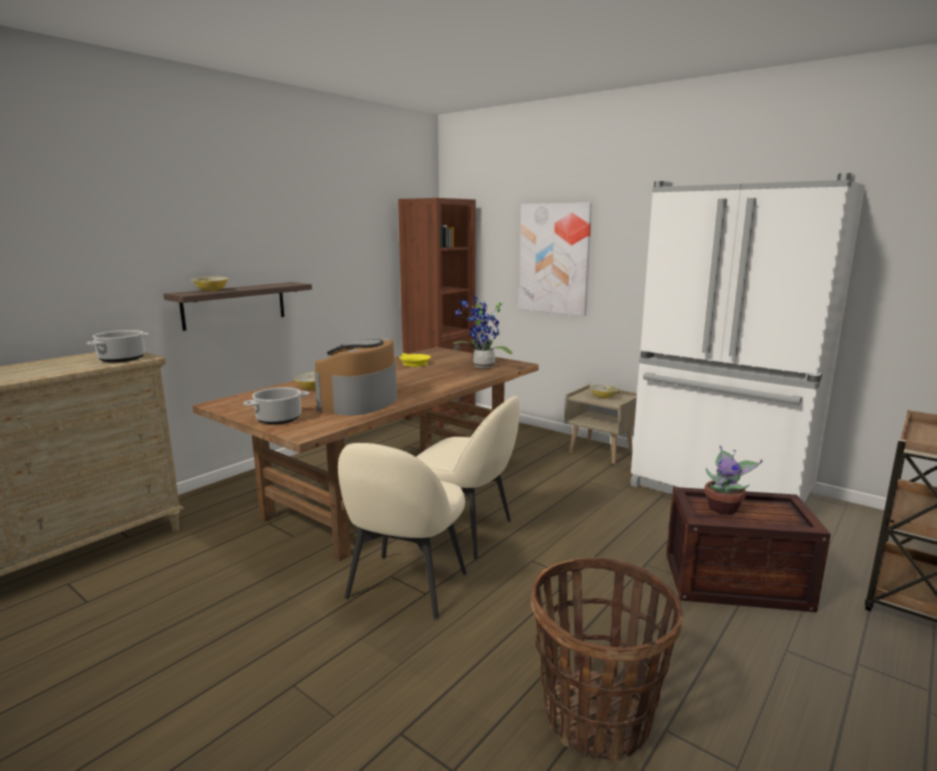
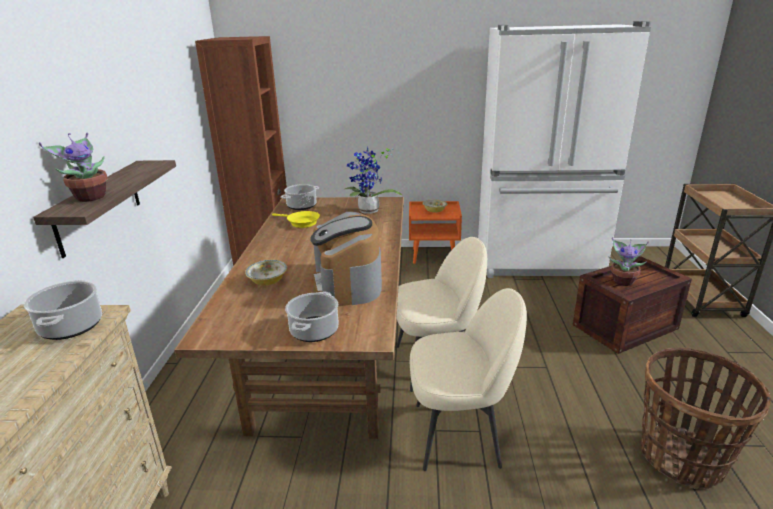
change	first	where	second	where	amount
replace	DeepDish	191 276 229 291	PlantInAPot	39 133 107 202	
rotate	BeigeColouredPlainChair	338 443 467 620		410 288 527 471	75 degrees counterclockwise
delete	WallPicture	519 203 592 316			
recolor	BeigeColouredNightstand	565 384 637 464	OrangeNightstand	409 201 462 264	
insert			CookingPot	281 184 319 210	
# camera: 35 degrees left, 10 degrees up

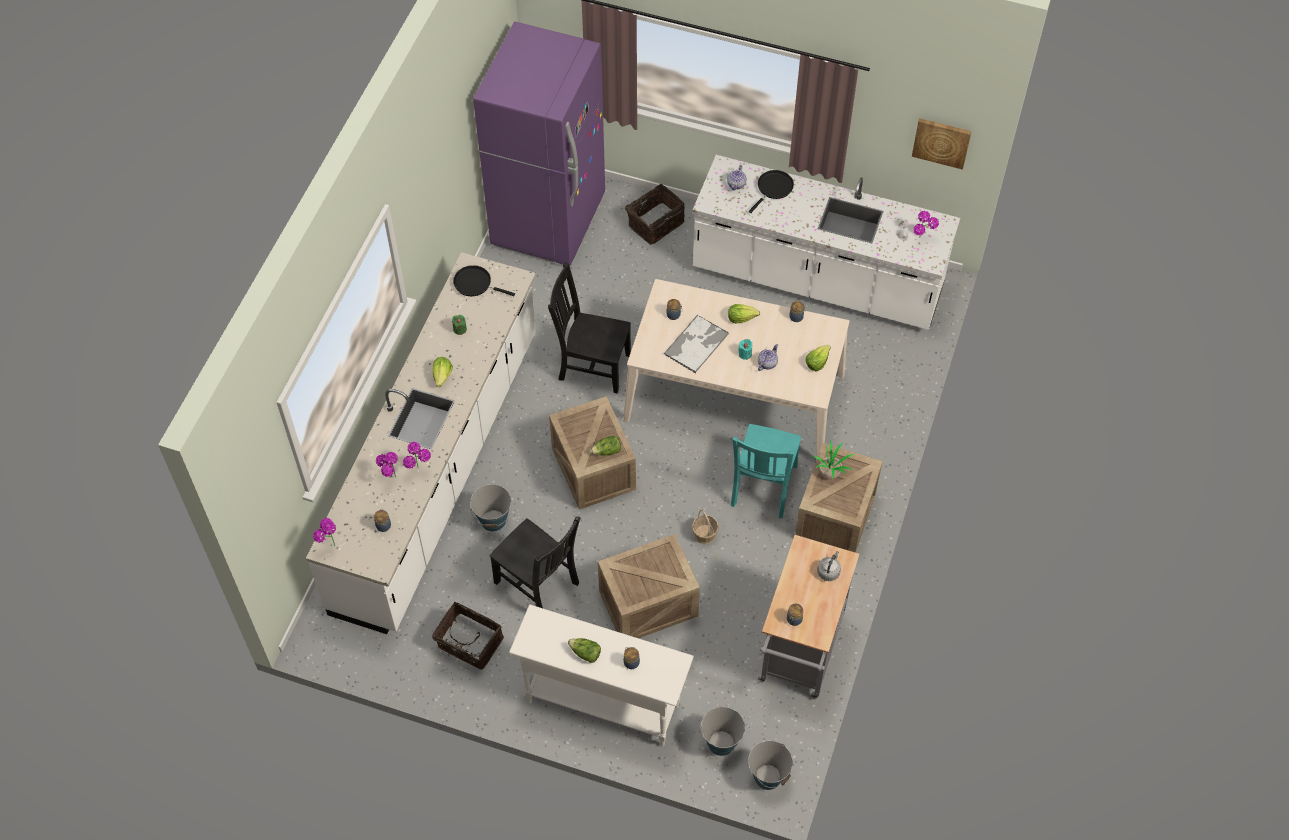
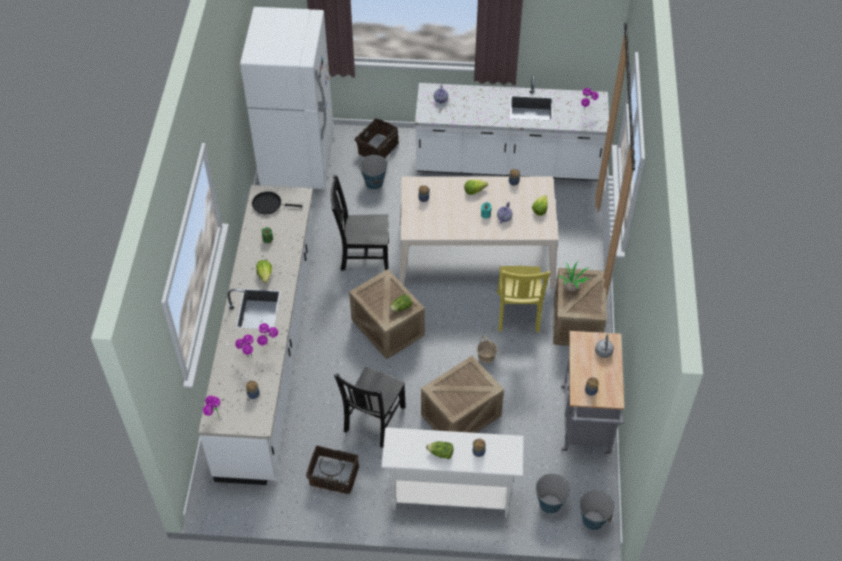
change	first	where	second	where	amount
move	Bucket	470 484 512 532		359 155 389 189	
recolor	PurpleFridge	473 22 605 266	WhiteColouredFridge	240 7 334 189	
rotate	BlackColouredPlainChair	490 517 580 608		334 367 406 447	90 degrees clockwise
delete	ServingTray	664 314 729 374			
recolor	BlueGreenPlainChair	731 424 801 518	YellowColouredPlainChair	497 266 550 332	
delete	BlackColouredPan	749 170 794 213			
delete	WallPicture	912 118 972 170			
# camera: 15 degrees left, 5 degrees down

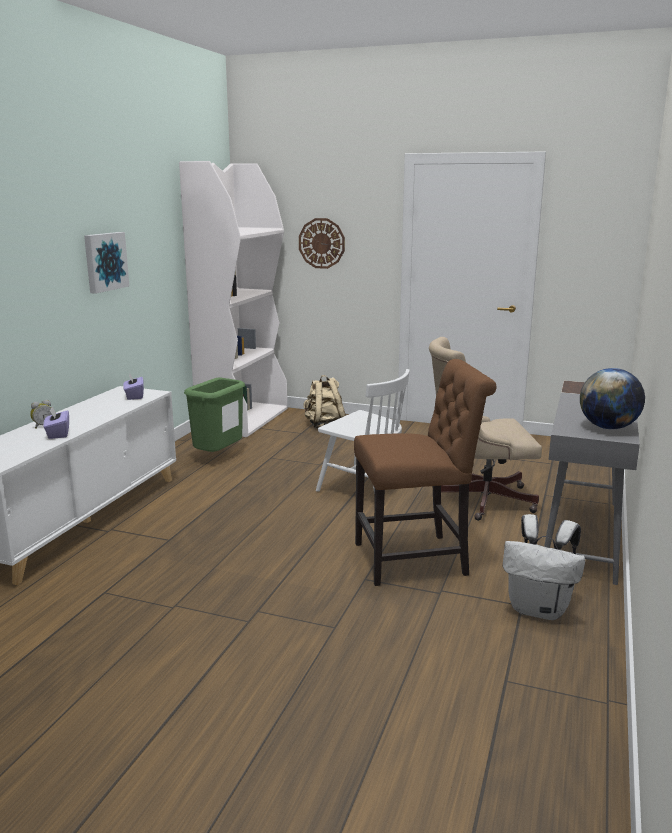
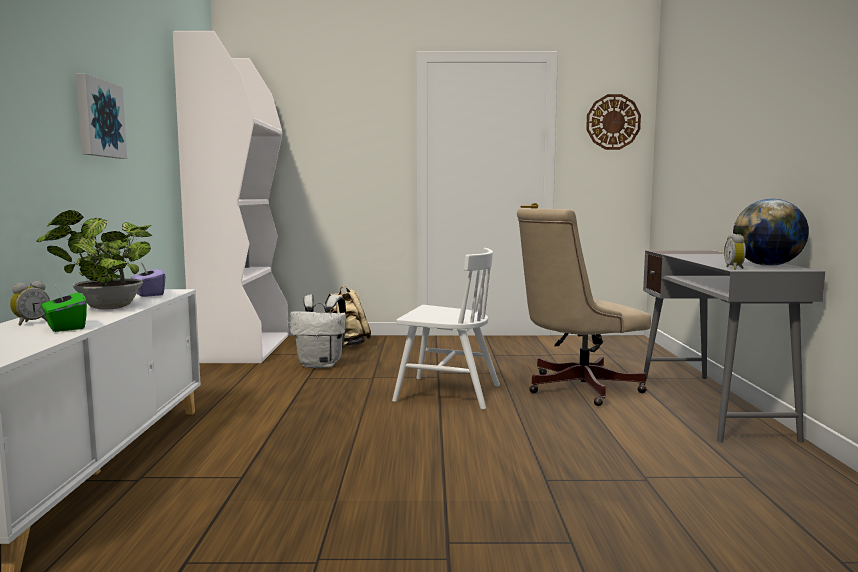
change	first	where	second	where	amount
recolor	PurpleBoxOfTissues	43 406 69 439	GreenColouredBoxOfTissues	41 285 87 332	
delete	GreenColouredTrashCan	184 378 245 452			
move	HangingClock	299 218 345 269		586 94 641 150	
delete	BrownPlainChair	354 359 497 586			
move	WhiteColouredRucksack	503 514 585 620		290 295 346 368	
insert			PlantInAPot	36 210 152 310	
insert			TableClock	724 234 746 270	
# camera: 20 degrees left, 10 degrees down

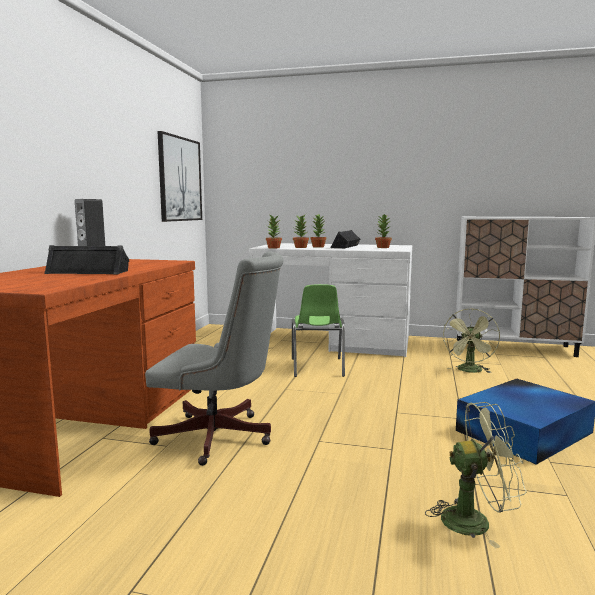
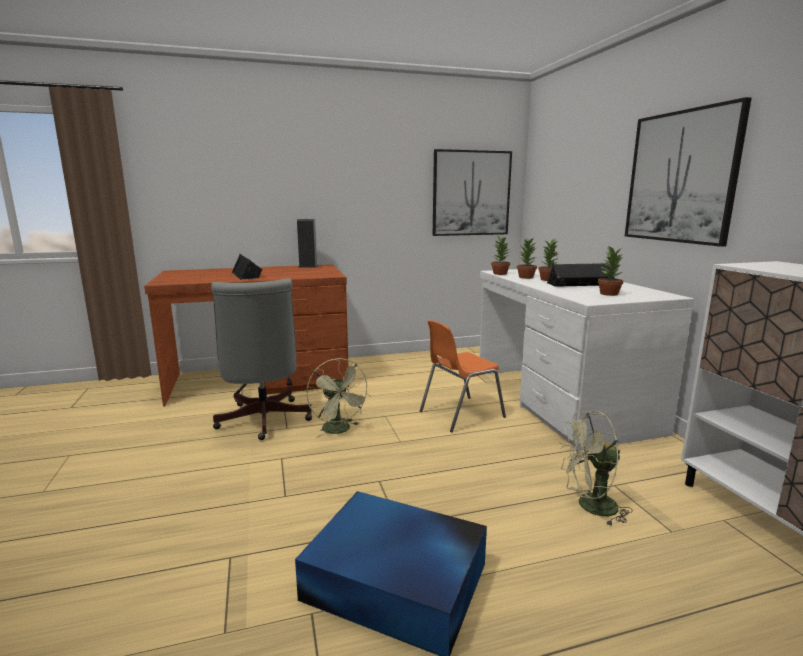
change	first	where	second	where	amount
recolor	GreenColouredPlainChair	292 284 345 377	OrangePlainChair	420 320 506 432	
move	GreenColouredElectricFan	425 402 527 549		307 358 371 438	
insert			WallPicture	625 97 752 247	
# camera: 60 degrees right, 5 degrees up

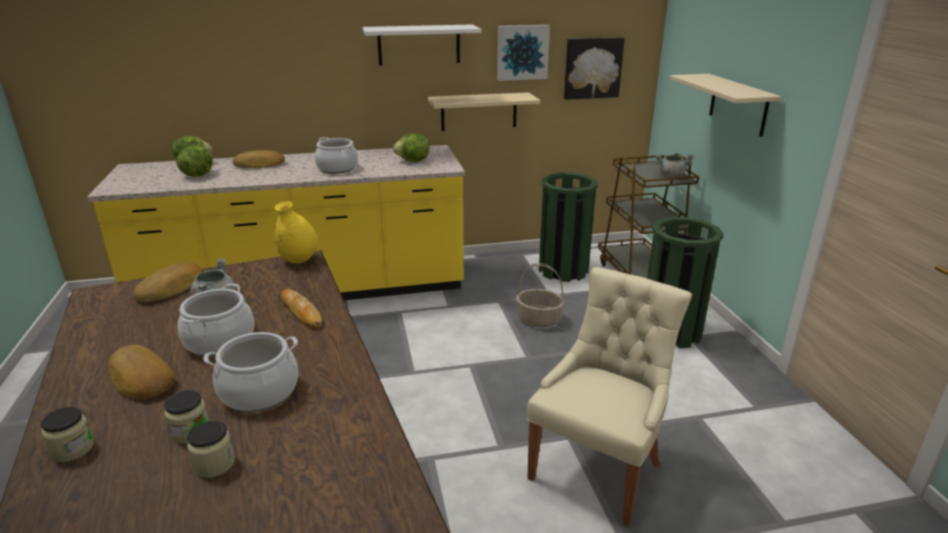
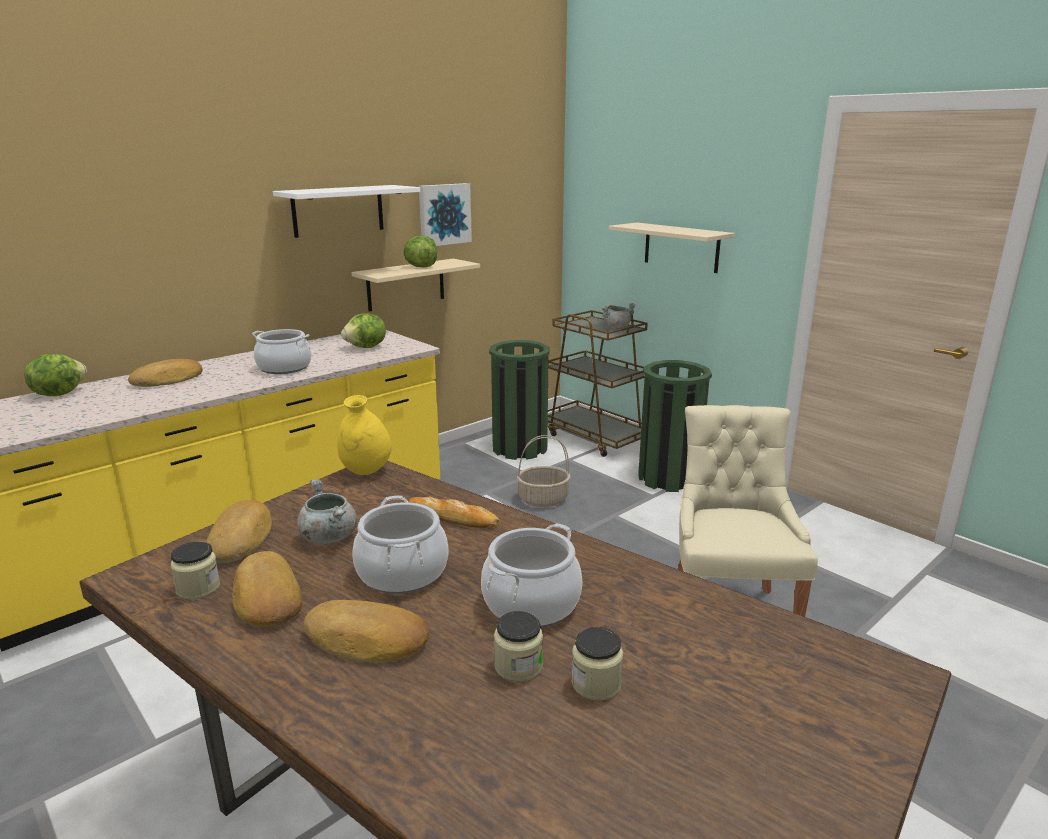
change	first	where	second	where	amount
move	StorageJar	41 407 94 462		170 541 220 600	
move	HeadOfLettuce	176 146 213 177		403 236 437 268	
delete	WallPicture	564 37 625 100			
insert			BakedBread	232 551 303 627	
# camera: 30 degrees left, 5 degrees down

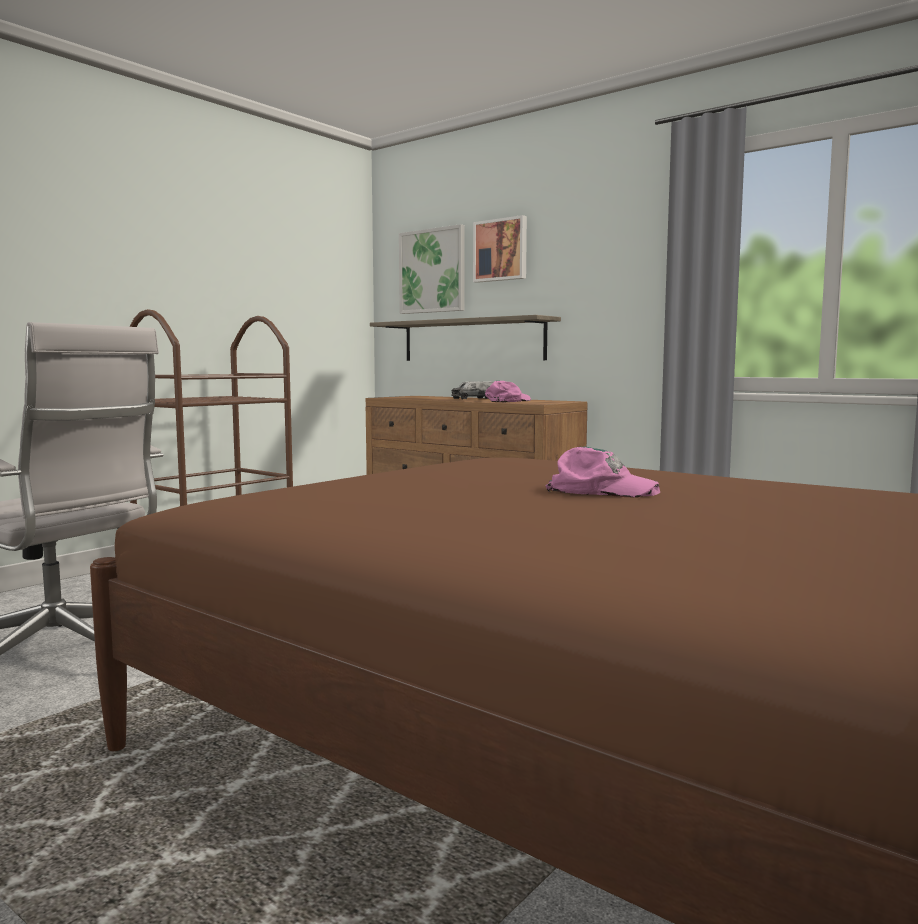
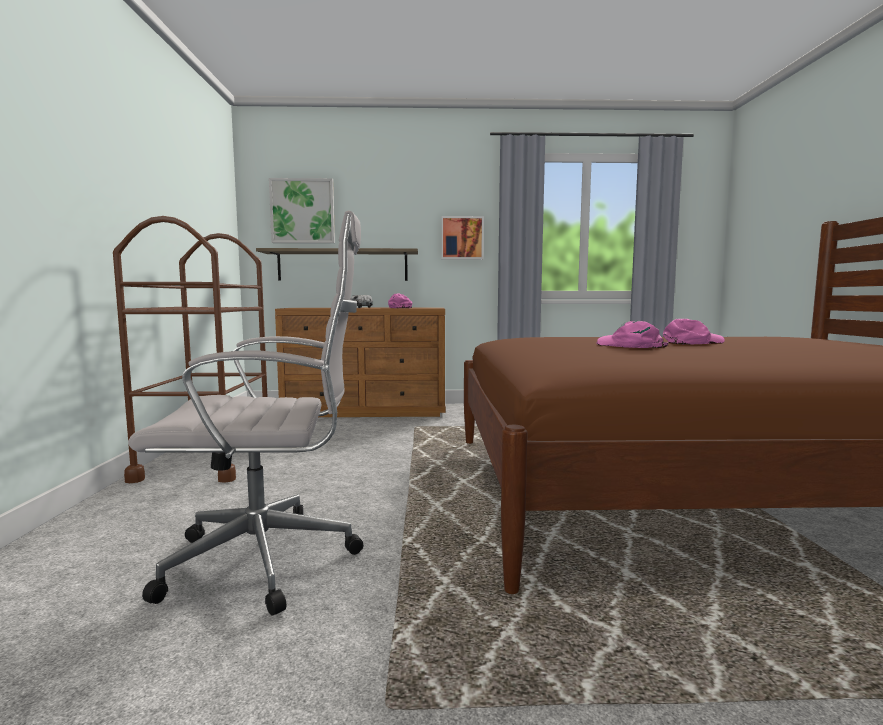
change	first	where	second	where	amount
move	WallPicture	473 215 527 283		441 216 484 260	
insert			PinkishCap	596 321 669 348	
# camera: 40 degrees left, 0 degrees up

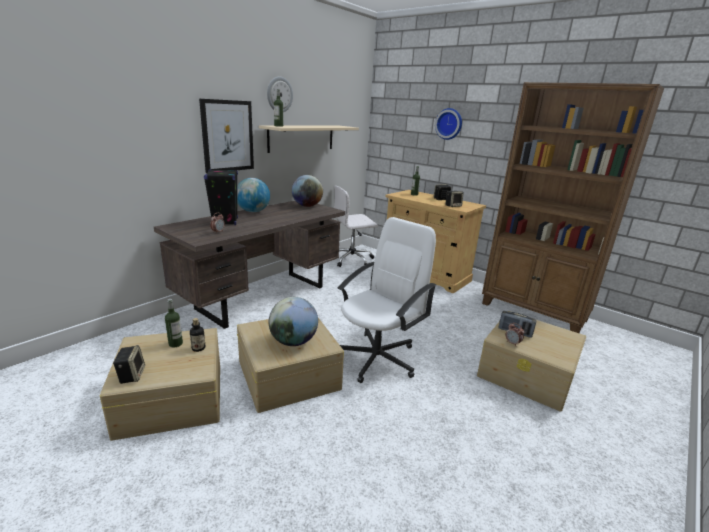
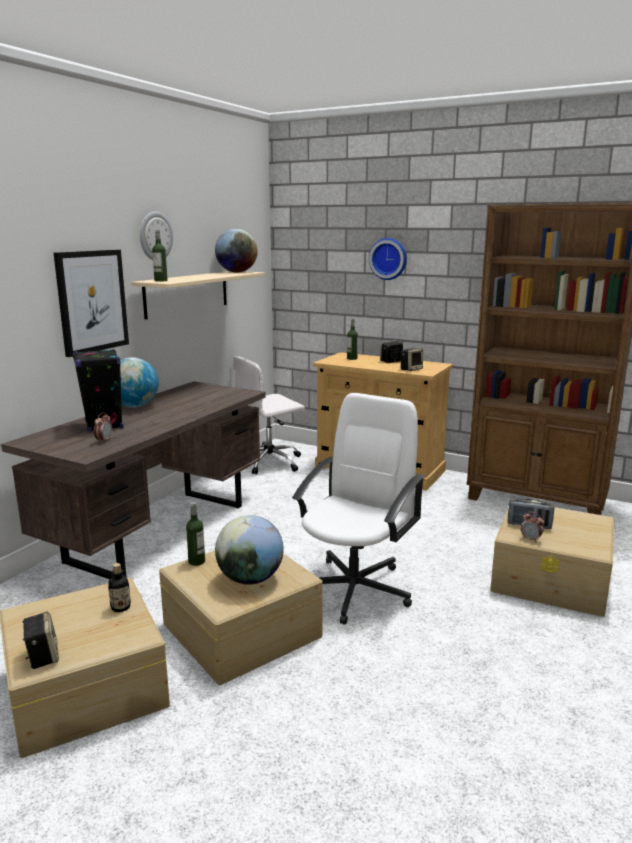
change	first	where	second	where	amount
move	BeverageBottle	165 299 183 347		186 502 205 566	
move	WorldGlobe	292 175 323 207		215 229 258 272	
# camera: 10 degrees left, 5 degrees down

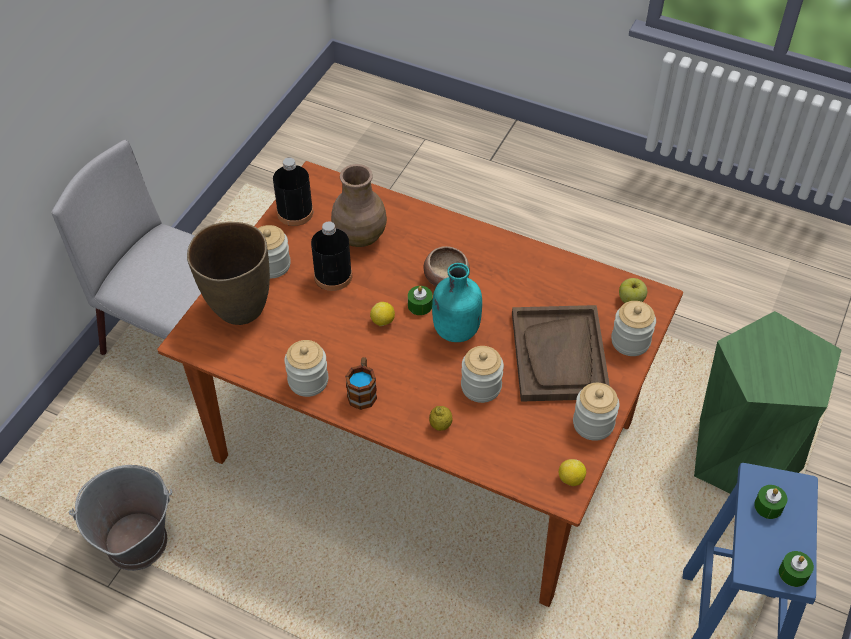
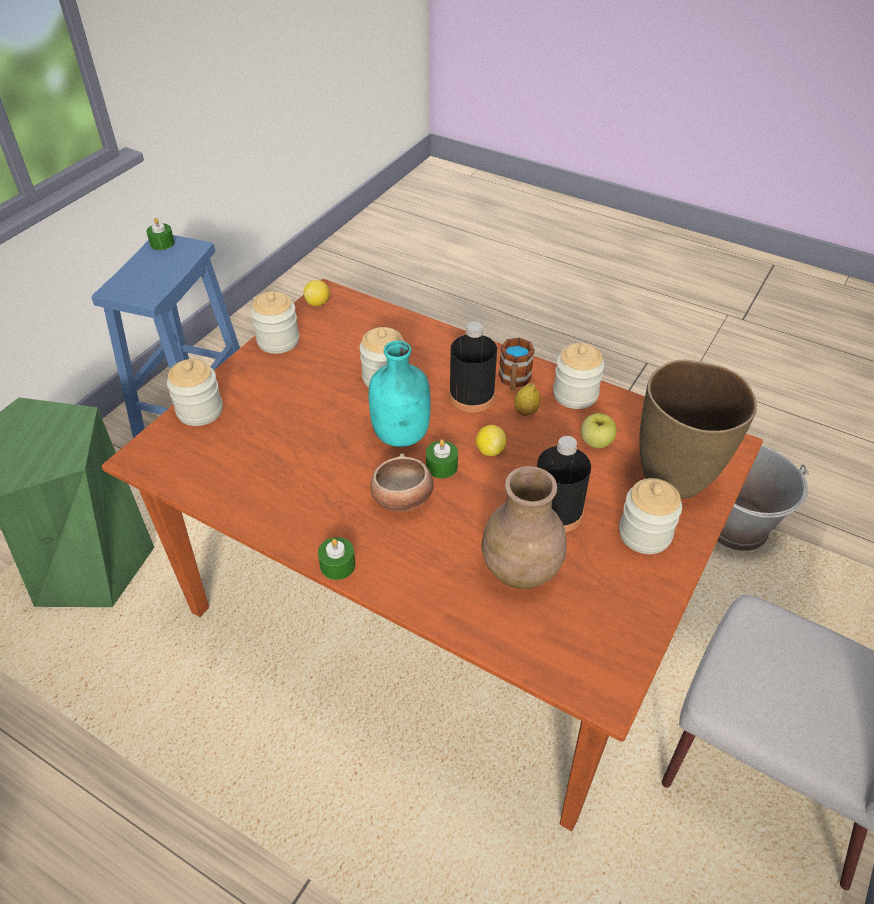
change	first	where	second	where	amount
move	BlackColouredBeverageBottle	273 157 313 226		449 322 497 413	
move	Lemon	429 406 453 431		514 383 541 416	
delete	BrownServingTray	512 305 610 402			
move	WholeApple	619 278 647 303		581 413 617 448	
move	GreenColouredWaxLight	754 485 787 519		318 537 355 580	
# camera: 175 degrees left, 5 degrees down

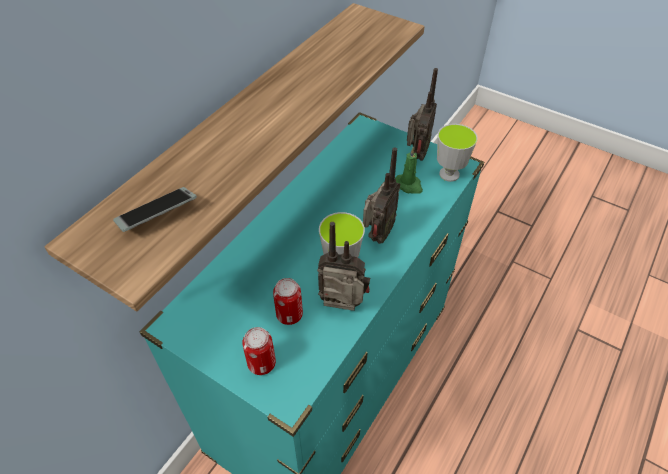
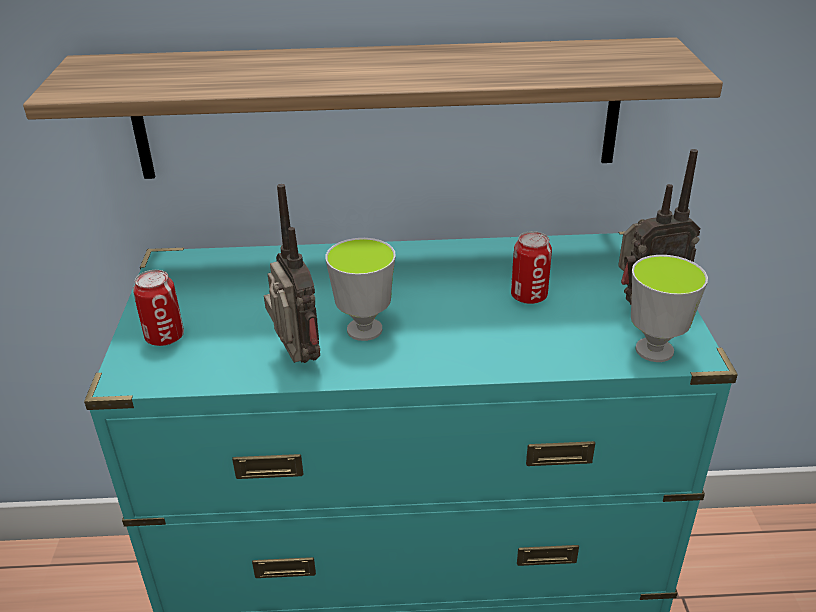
change	first	where	second	where	amount
delete	Handset	113 187 197 232			
move	MetalCan	273 278 303 325		511 231 552 304	
delete	RadioReceiver	363 147 400 244			
delete	GreenColouredWaxLight	395 147 423 194			
# camera: 55 degrees right, 15 degrees down

